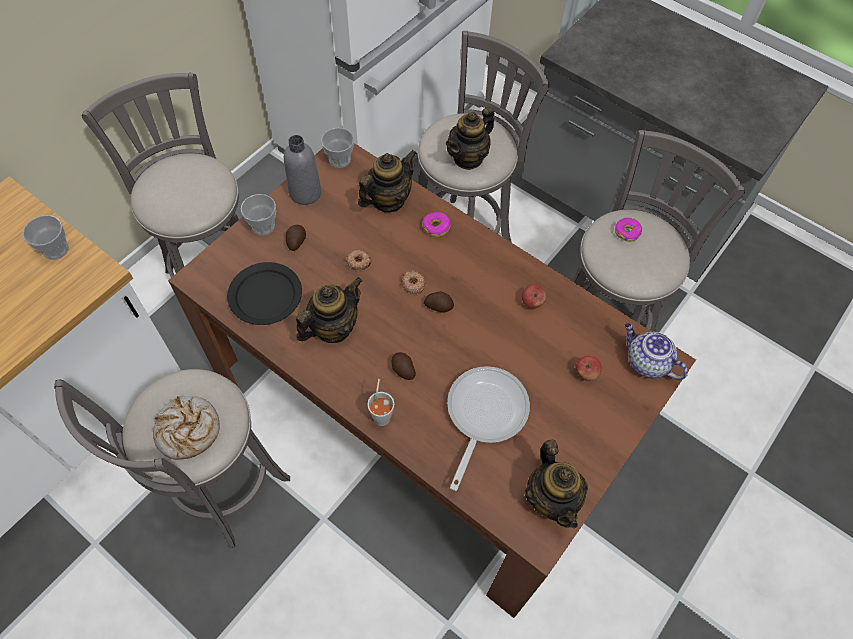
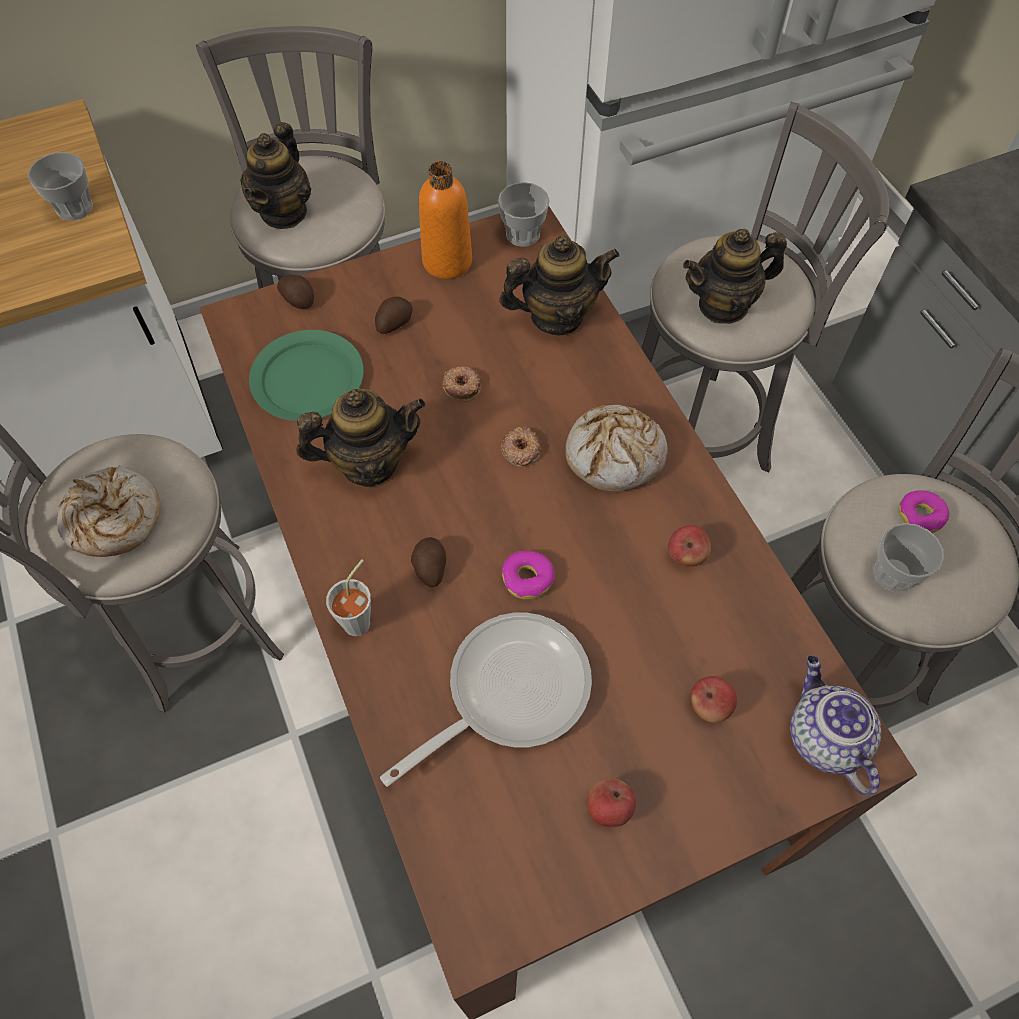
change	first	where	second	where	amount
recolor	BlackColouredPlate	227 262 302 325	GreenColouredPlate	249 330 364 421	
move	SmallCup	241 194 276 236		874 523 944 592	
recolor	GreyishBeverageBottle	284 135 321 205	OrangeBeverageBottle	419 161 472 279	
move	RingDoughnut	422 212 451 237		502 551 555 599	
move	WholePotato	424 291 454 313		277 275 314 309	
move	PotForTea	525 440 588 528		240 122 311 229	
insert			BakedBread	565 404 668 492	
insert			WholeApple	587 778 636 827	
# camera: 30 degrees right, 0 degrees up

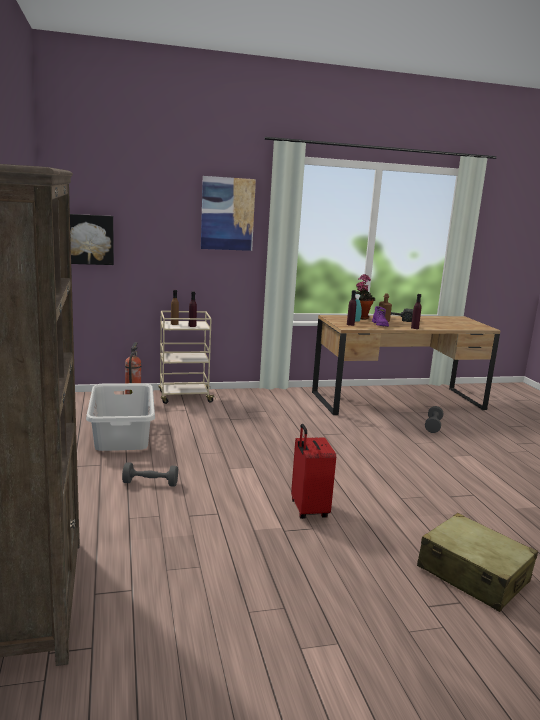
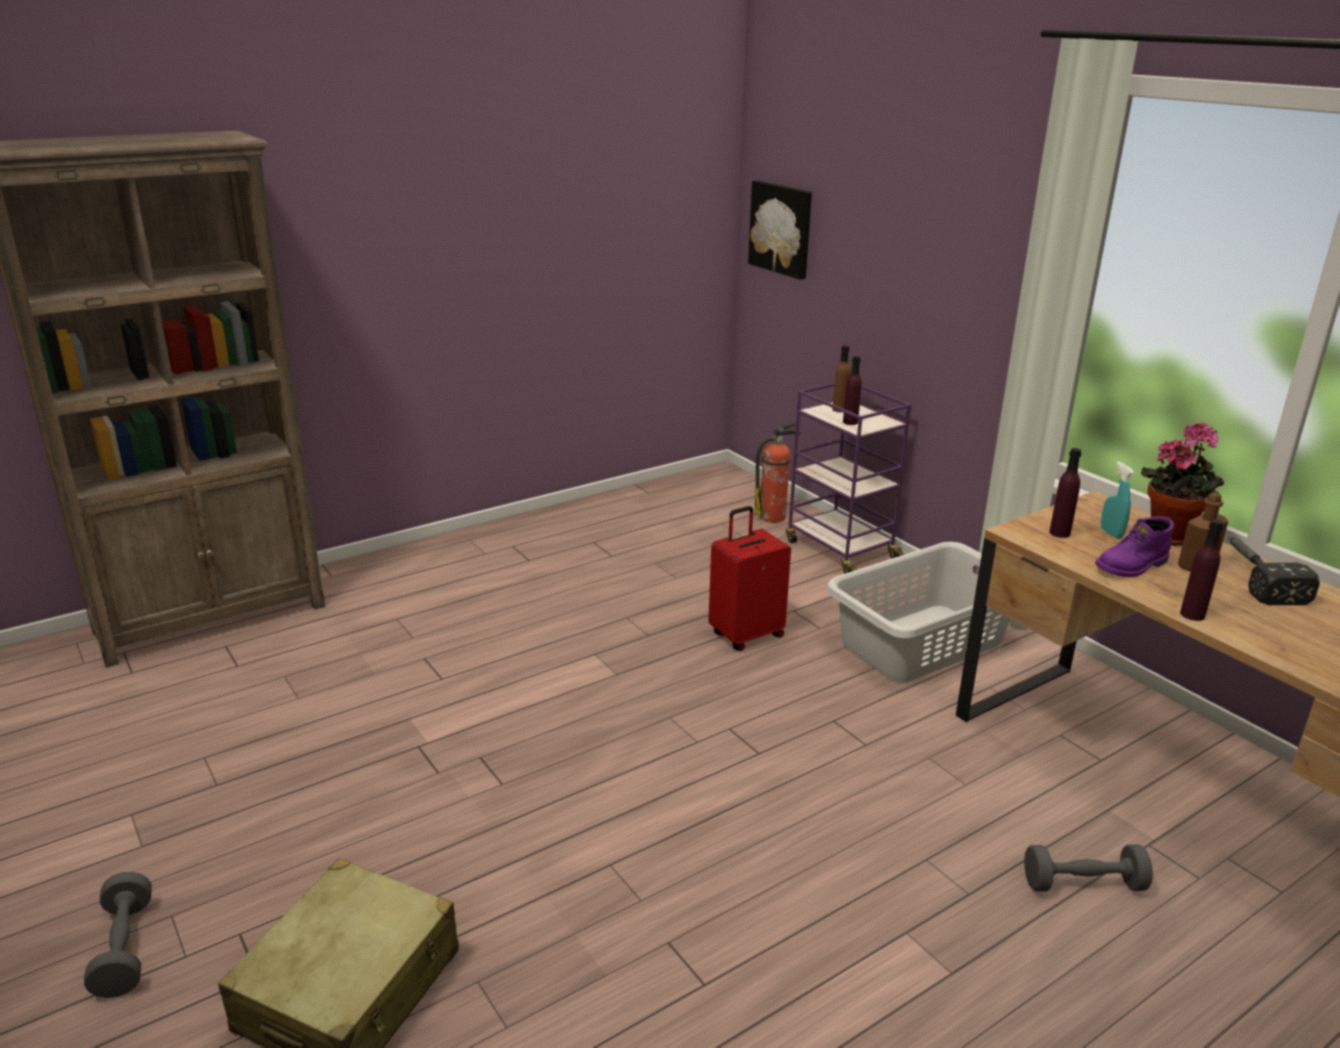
change	first	where	second	where	amount
move	GreyishLaundryBasket	86 383 155 451		825 542 1010 683	
move	GreyishHandWeight	122 462 178 487		84 872 152 998	
recolor	BeigeColouredWheeledCart	158 311 216 404	PurpleWheeledCart	786 383 911 574	
delete	WallPicture	201 176 256 251			
move	ReddishSuitcase	291 424 336 519		708 506 791 651	
# camera: 70 degrees right, 10 degrees up

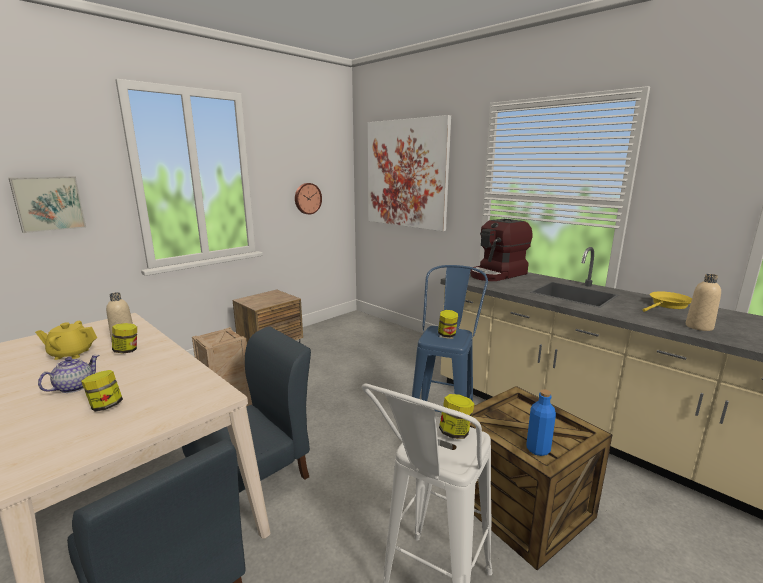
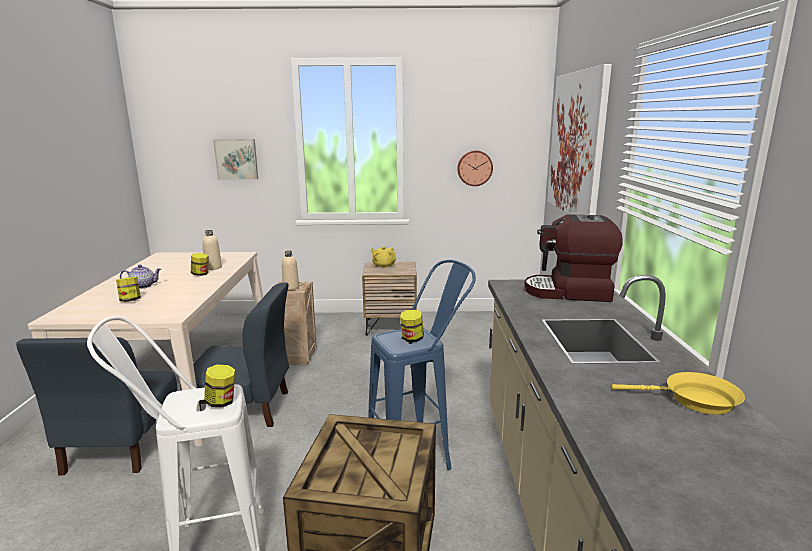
change	first	where	second	where	amount
move	YellowColouredPotForTea	35 321 97 360		371 246 396 269	
delete	BlueBeverageBottle	527 389 556 456			
move	BeigeColouredBeverageBottle	686 274 721 331		282 251 299 290	
# camera: 45 degrees right, 0 degrees up

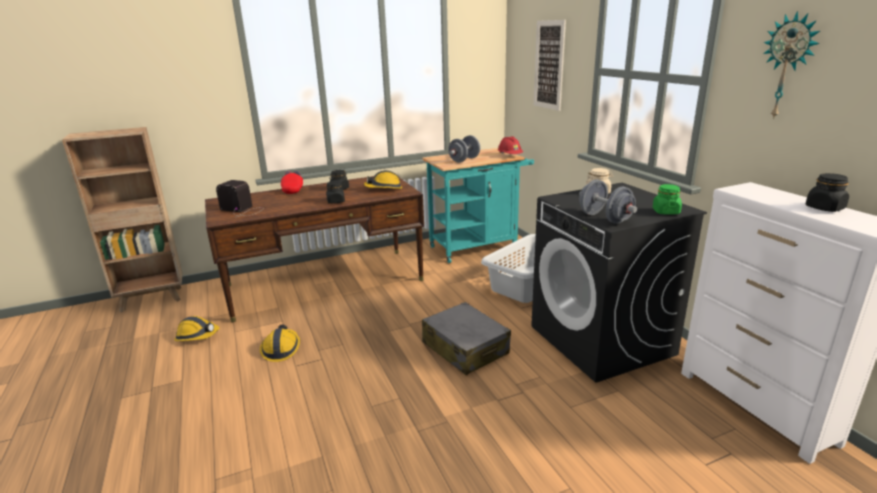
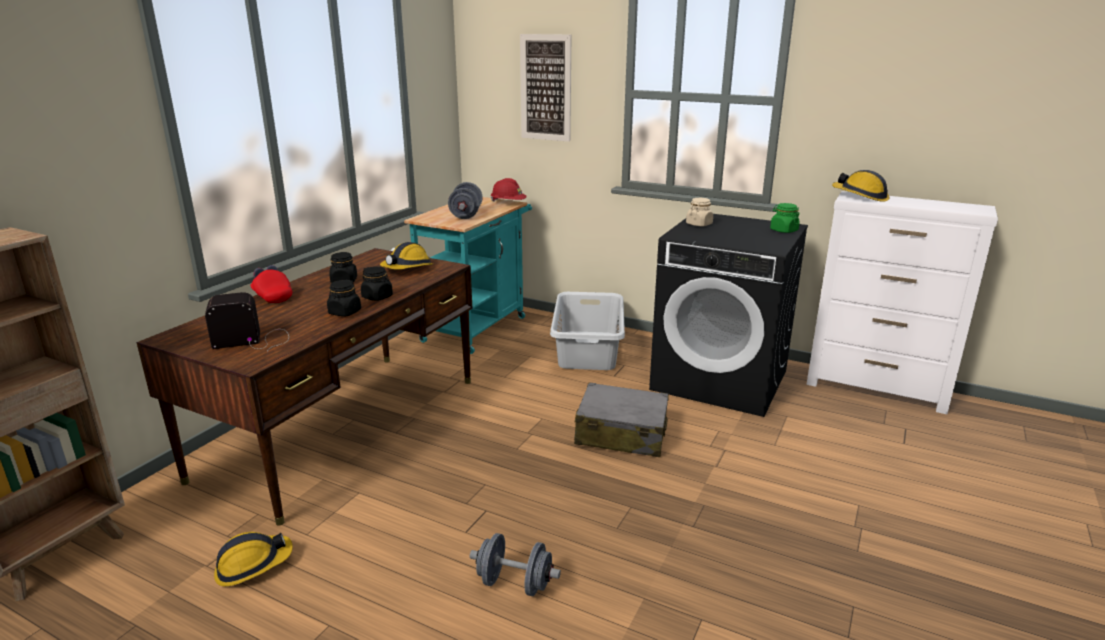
change	first	where	second	where	amount
move	HardHat	260 325 300 362		832 170 889 202	
move	GreyishHandWeight	579 180 637 224		470 533 561 596	
delete	HangingClock	763 11 820 120			
move	BlackColouredStorageJar	805 173 849 212		327 280 361 316	
# camera: 40 degrees left, 0 degrees up

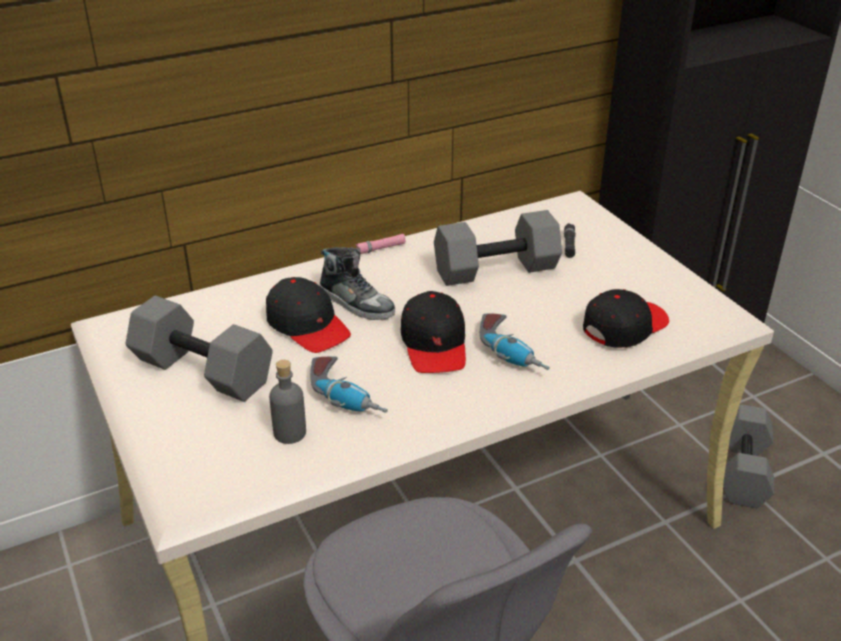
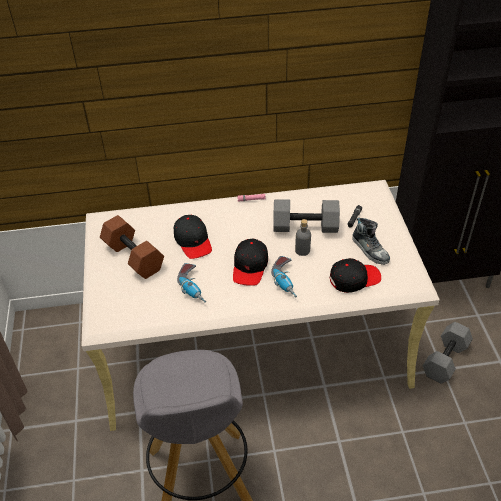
change	first	where	second	where	amount
recolor	GreyishHandWeight	126 296 273 402	BrownHandWeight	100 215 164 279	
move	GreyishBeverageBottle	269 360 306 444		295 219 311 256	
move	Shoe	319 247 395 320		352 217 390 265	
# camera: 20 degrees right, 10 degrees up

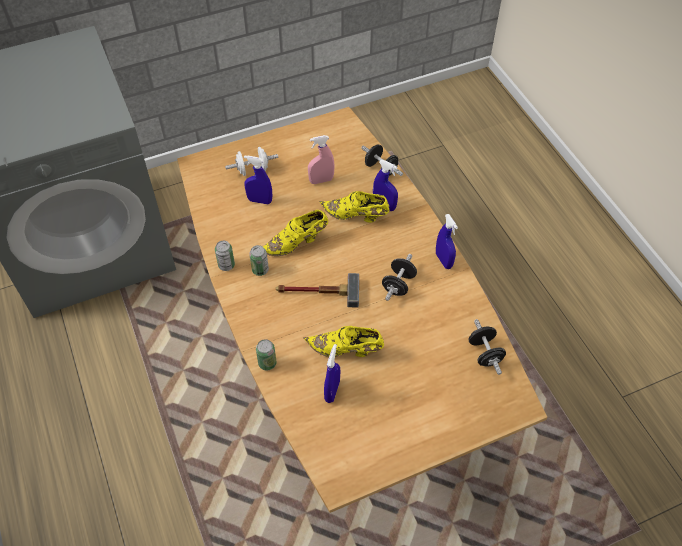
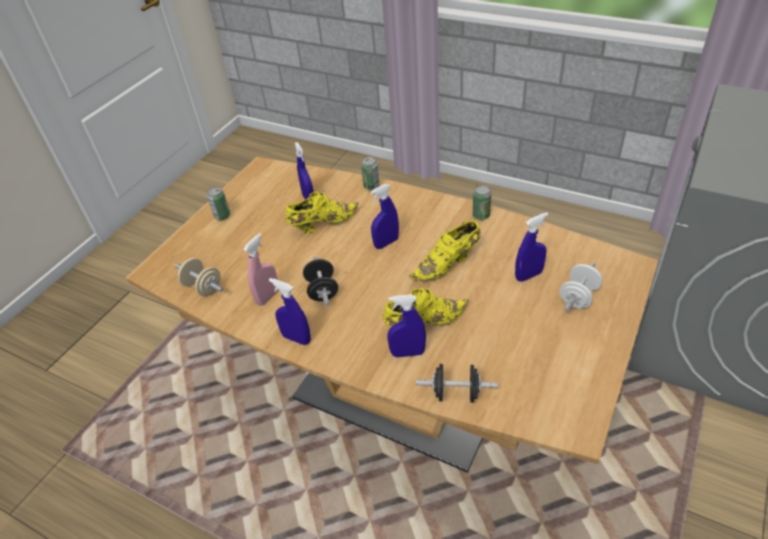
change	first	where	second	where	amount
move	MetalCan	249 245 269 276		207 187 230 220	
rotate	YellowColouredShoe	263 210 328 256		409 221 481 282	150 degrees counterclockwise
replace	ToolHammer	276 273 359 307	BlueSprayer	370 184 399 249	
move	PinkishSprayer	308 135 335 184		243 233 278 306	
recolor	BlackColouredHandWeight	469 319 506 375	BeigeColouredHandWeight	175 258 224 296	
# camera: 145 degrees right, 10 degrees down

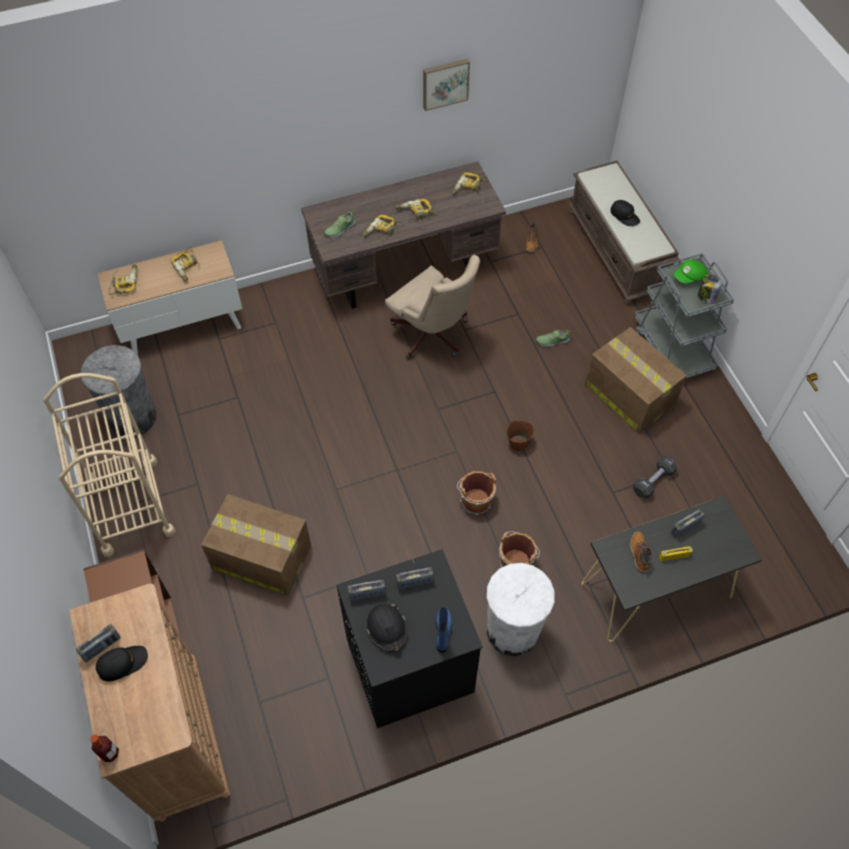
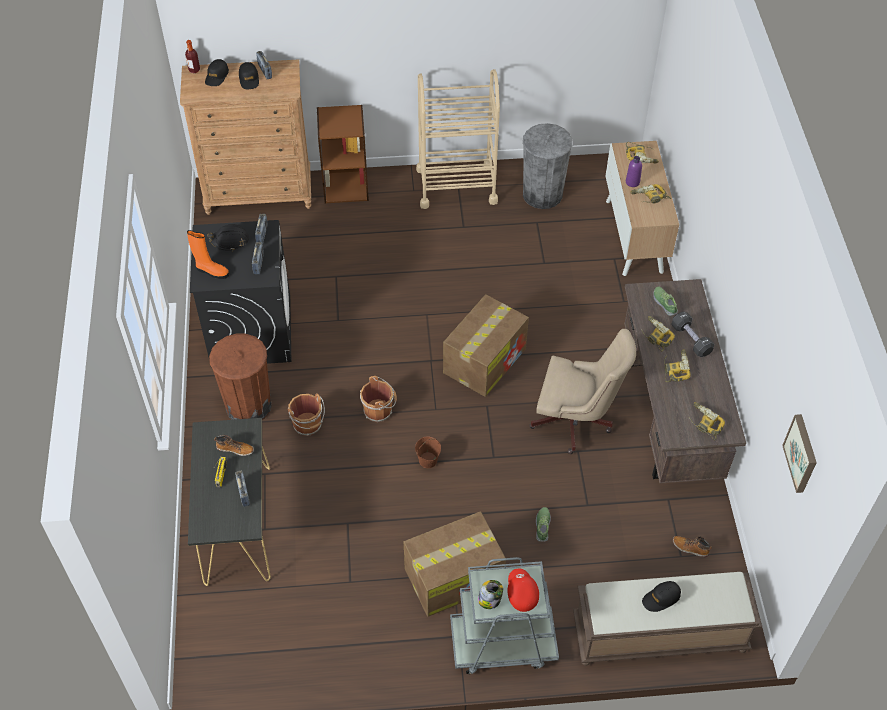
change	first	where	second	where	amount
move	Carton	201 494 311 596		443 294 529 397	
rotate	BeigeColouredOfficeChair	385 255 480 359		529 329 636 454	135 degrees counterclockwise
move	WallPicture	423 59 470 111		782 414 817 493	
recolor	BlueHighTopBoot	435 607 453 653	OrangeHighTopBoot	187 230 229 279	
recolor	WhiteColouredTrashCan	487 563 555 656	BrownTrashCan	209 334 272 420	
move	BlackColouredHandWeight	633 456 678 499		671 312 714 357	
recolor	GreenColouredCap	674 259 708 284	ReddishCap	507 568 539 612	
insert			BlackColouredCap	205 59 229 86	
insert			PurpleBeverageBottle	626 156 642 187	
# camera: 105 degrees right, 5 degrees down

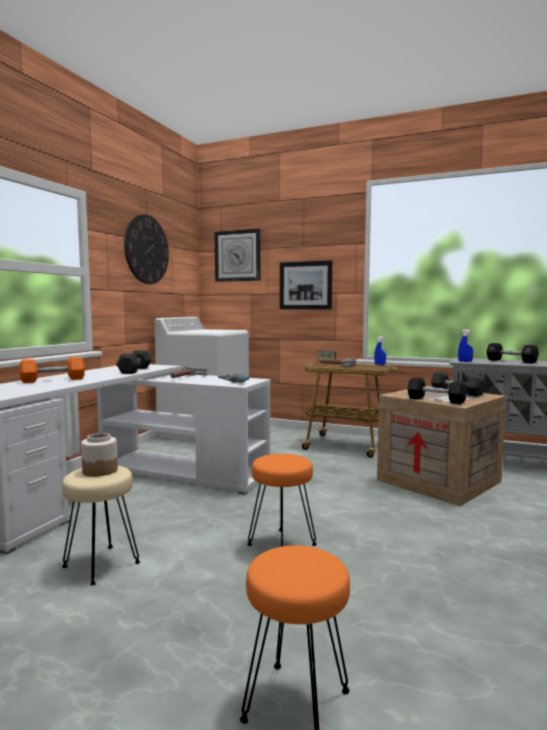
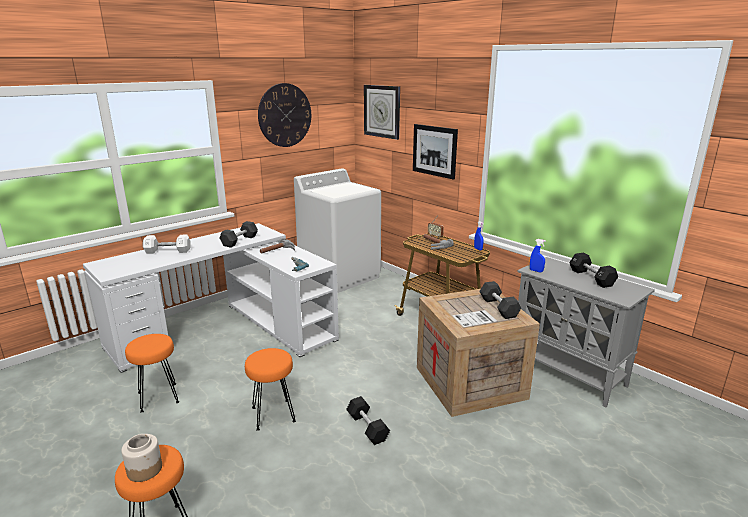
change	first	where	second	where	amount
recolor	OrangeHandWeight	19 357 85 383	WhiteColouredHandWeight	143 235 191 254	
recolor	BeigeColouredStoolSeat	62 466 140 585	OrangeStoolSeat	125 334 180 413	
move	StorageJar	81 433 118 477		121 434 162 482	
move	BlackColouredHandWeight	407 377 467 404		346 396 390 445	
# camera: 25 degrees right, 15 degrees up

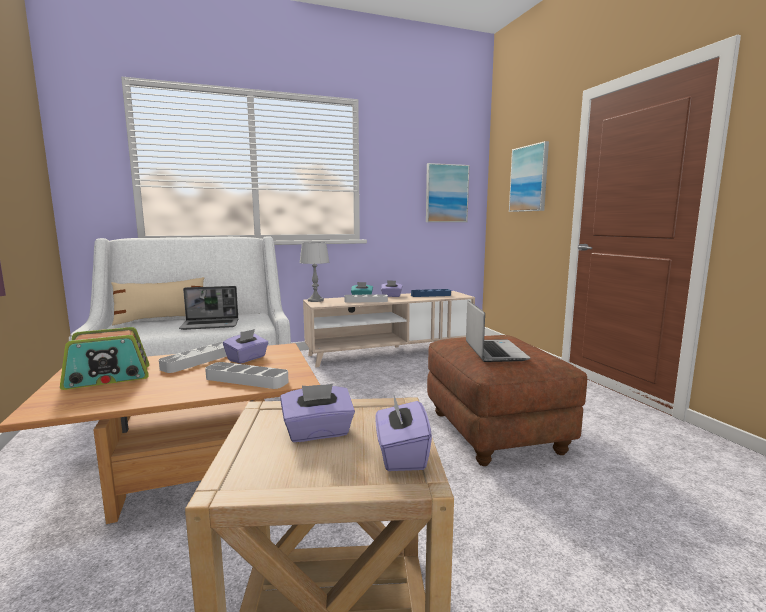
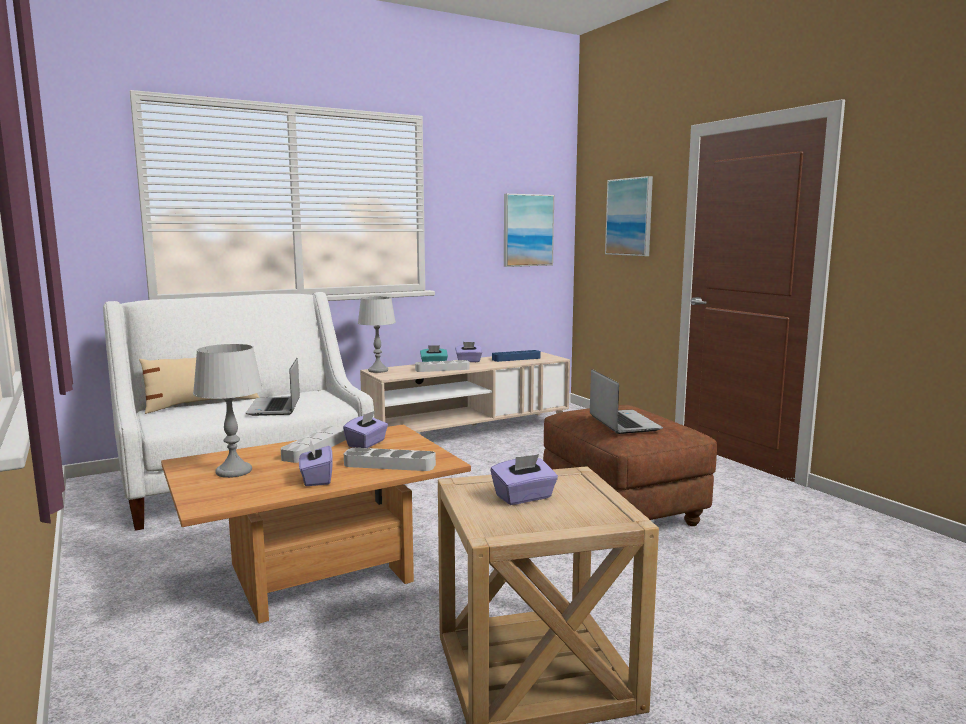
change	first	where	second	where	amount
replace	RadioReceiver	60 327 149 390	GreyishTabletopLamp	193 344 263 478	
rotate	Laptop	179 286 238 330		246 358 300 416	105 degrees clockwise
move	PurpleBoxOfTissues	376 392 432 471		299 439 333 486	
# camera: 10 degrees left, 0 degrees up

